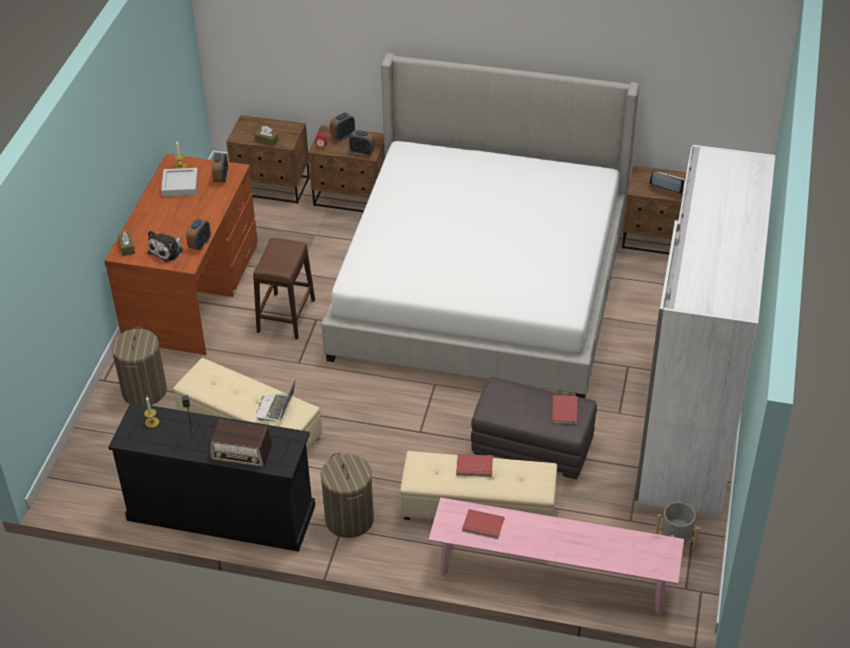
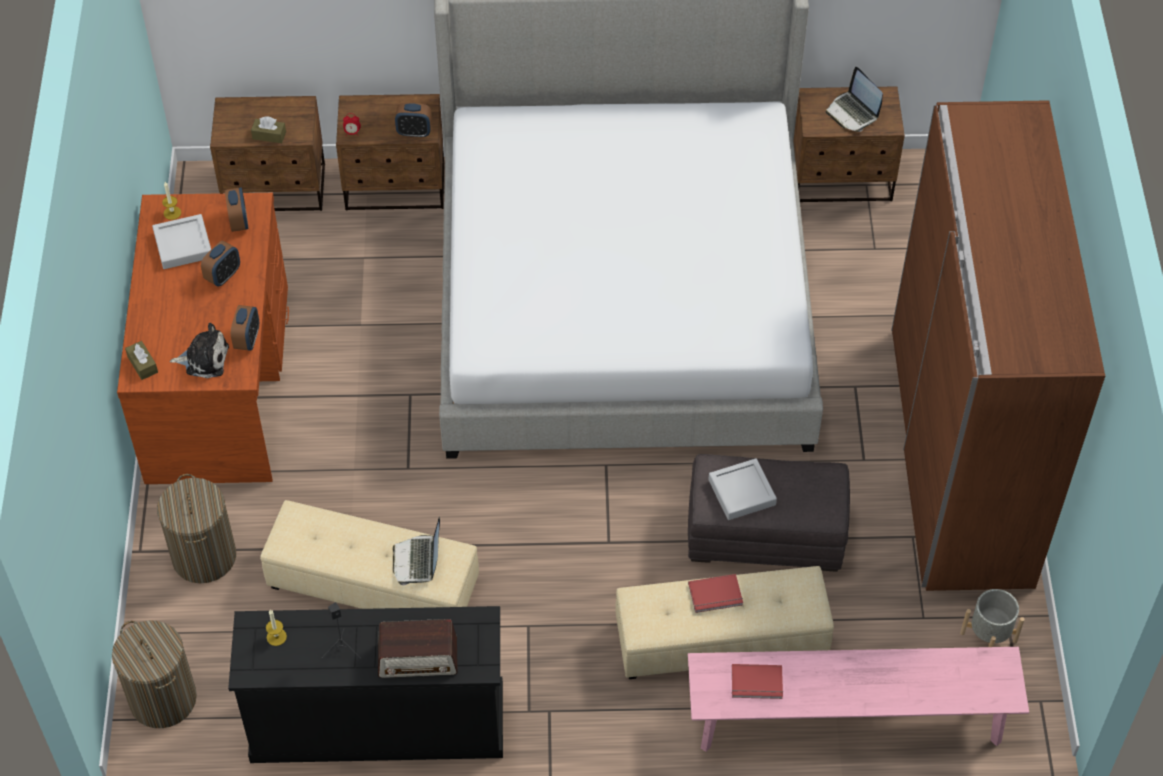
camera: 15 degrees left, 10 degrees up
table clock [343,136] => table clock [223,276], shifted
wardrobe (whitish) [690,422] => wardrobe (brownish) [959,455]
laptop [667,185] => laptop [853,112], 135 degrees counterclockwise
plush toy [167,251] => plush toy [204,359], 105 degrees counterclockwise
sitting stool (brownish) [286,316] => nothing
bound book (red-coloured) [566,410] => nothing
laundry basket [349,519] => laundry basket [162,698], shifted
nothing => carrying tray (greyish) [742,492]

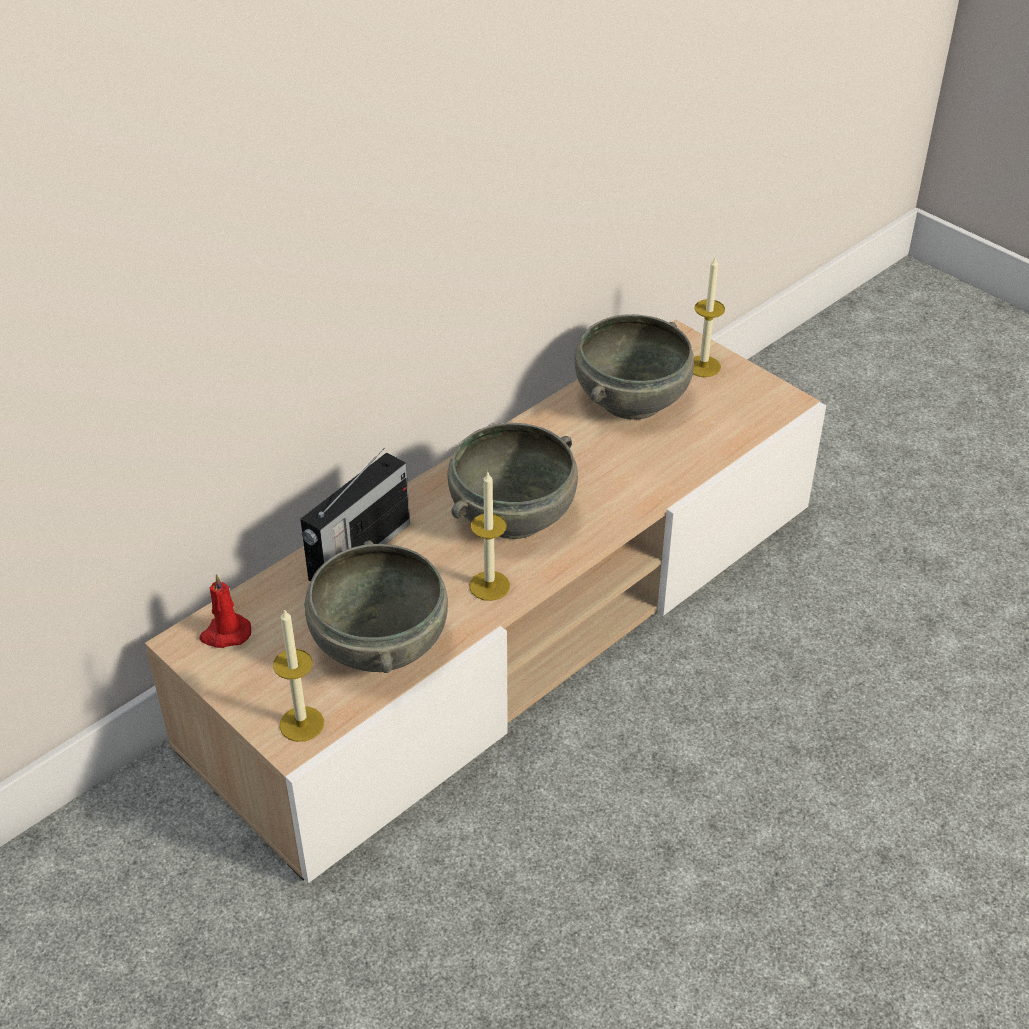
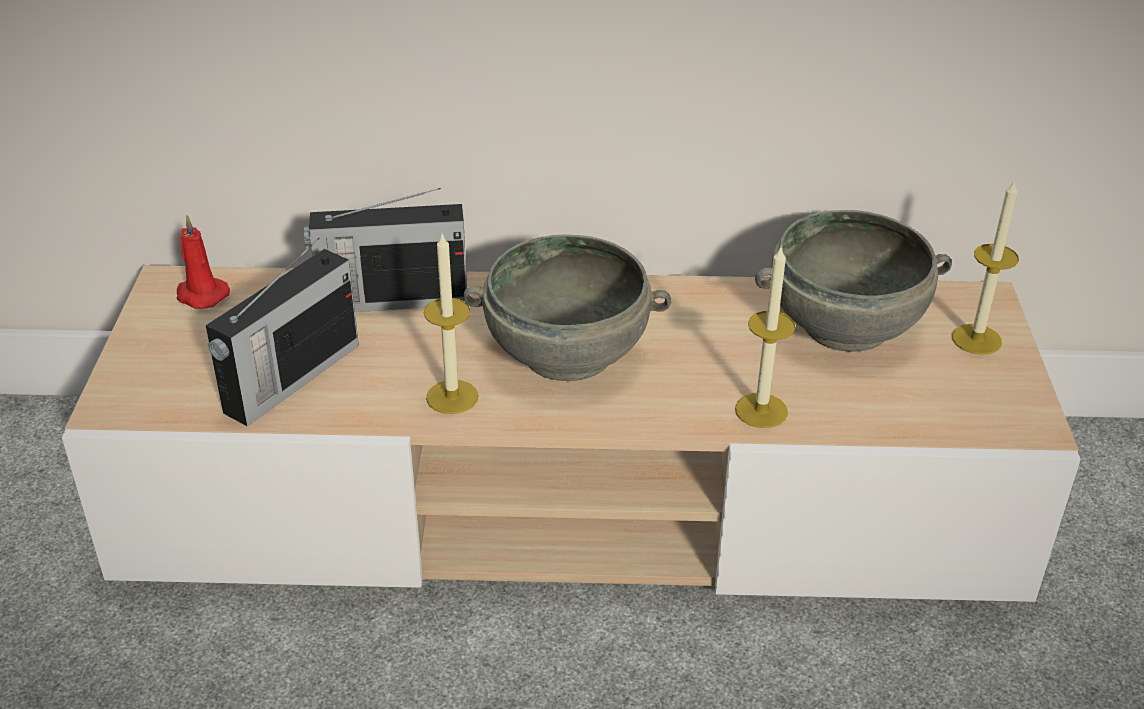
camera: 45 degrees right, 5 degrees down
deep dish (greyish) [377,644] => radio [290,379]
wax light [301,724] => wax light [761,410], shifted

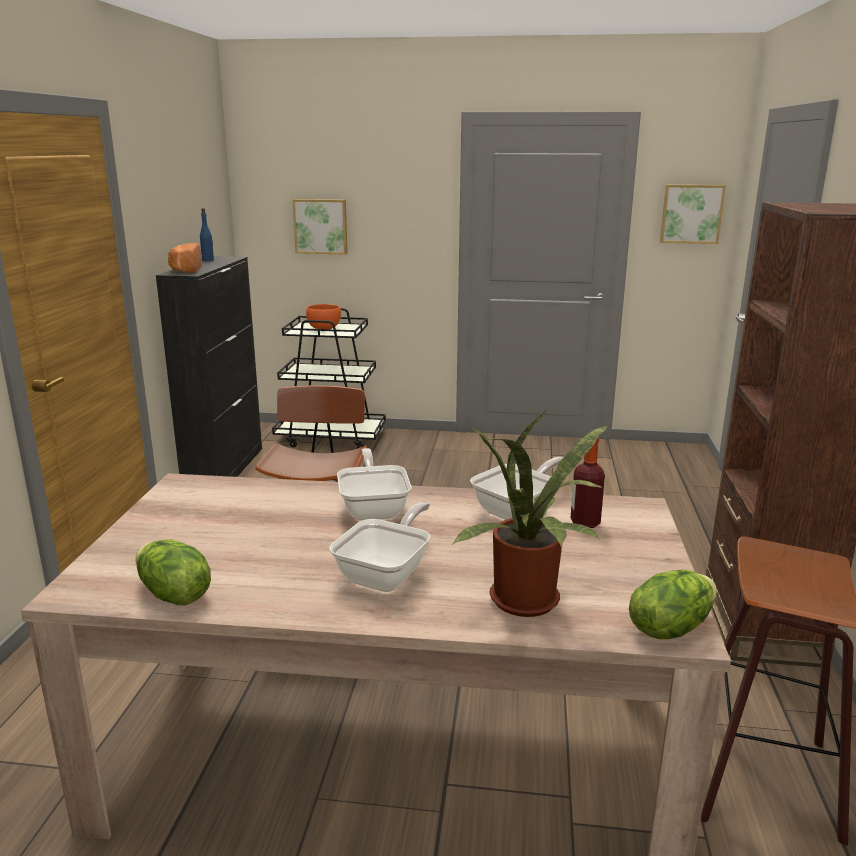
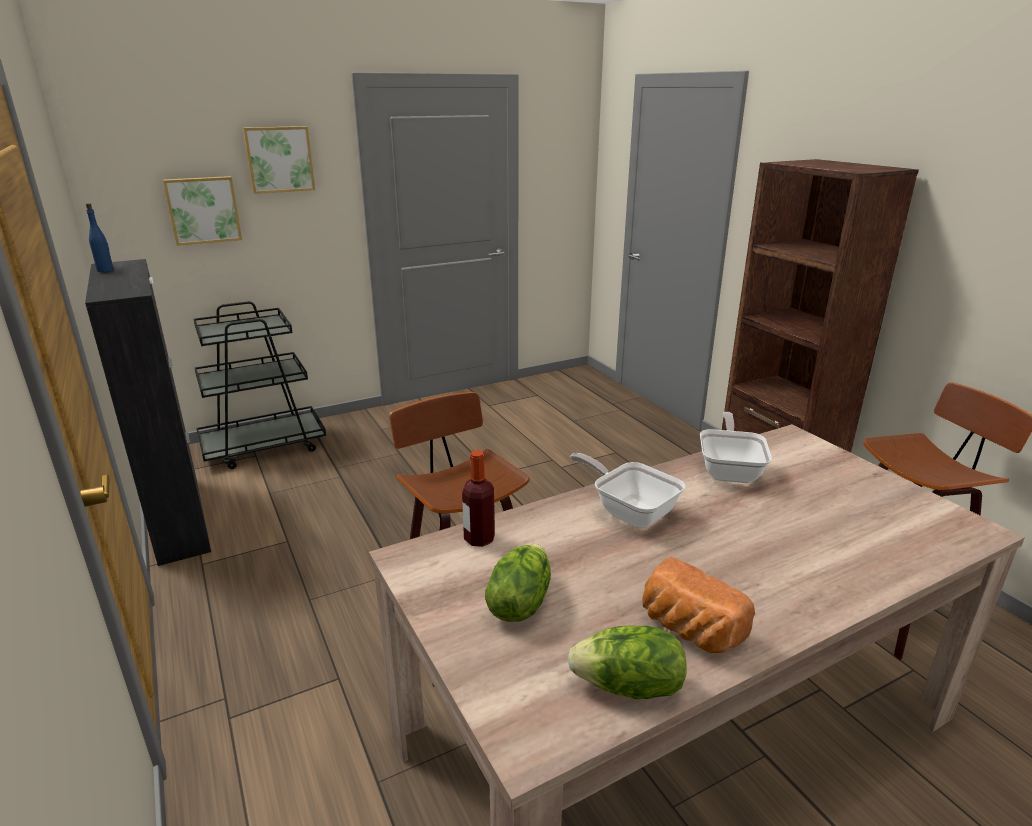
camera: 35 degrees left, 5 degrees up
picture [691,214] => picture [279,159], shifted
baked bread [185,270] => baked bread [688,629], shifted
deep dish (orange-coloured) [323,328] => nothing
houseplant [529,604] => nothing
bottle [585,522] => bottle [479,539], shifted
frying pan [387,573] => nothing
lettuce head [669,627] => lettuce head [519,602], shifted

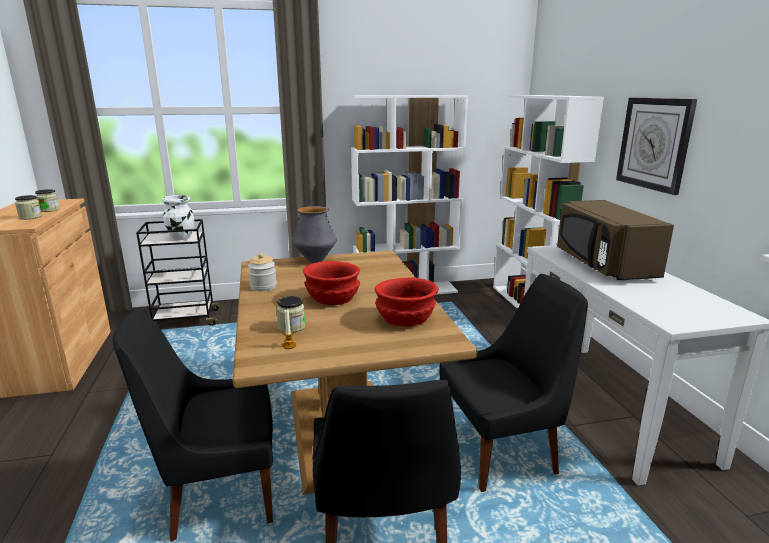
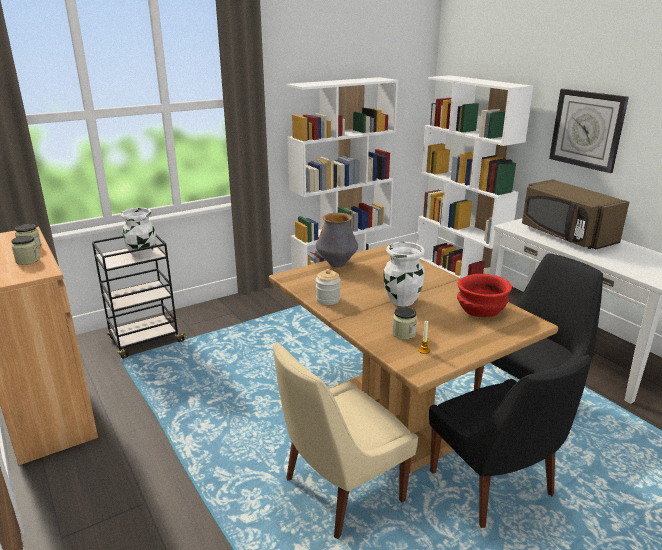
camera: 20 degrees left, 5 degrees up
deep dish (red-coloured) [332,298] => flower vase (whitish) [401,301]
plain chair (blackish) [218,493] => plain chair (sand-coloured) [339,492]

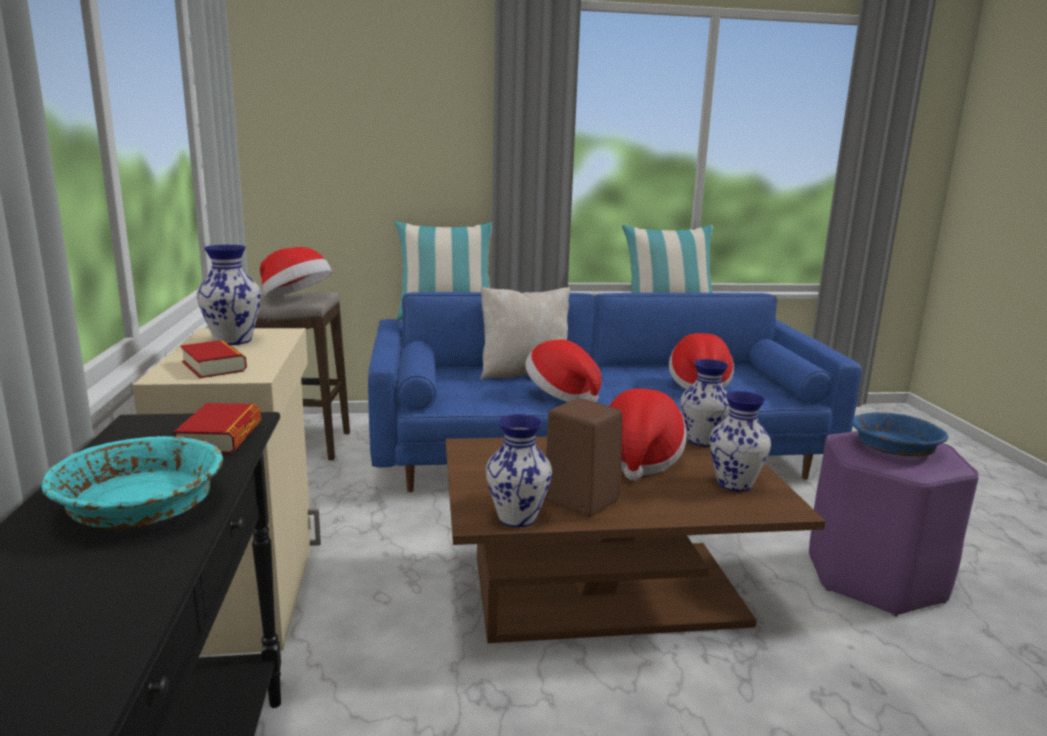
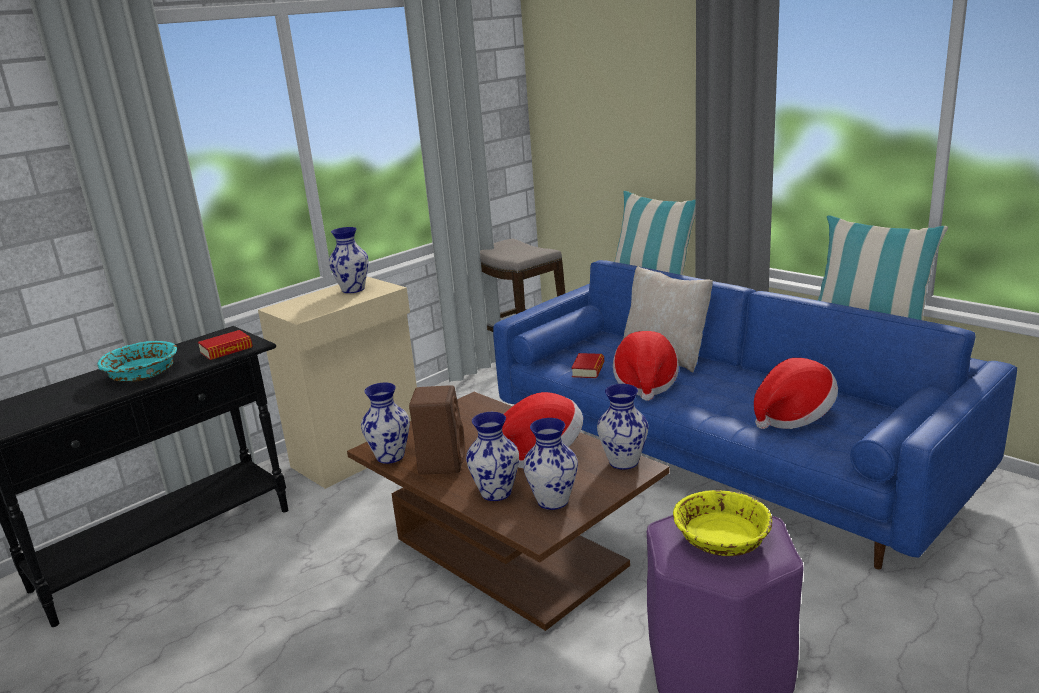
camera: 55 degrees right, 5 degrees up
hat [296,299] => nothing
bound book [214,366] => bound book [588,370], shifted
deep dish (blue) [895,448] => deep dish (yellow) [722,538]
nothing => flower vase [497,492]

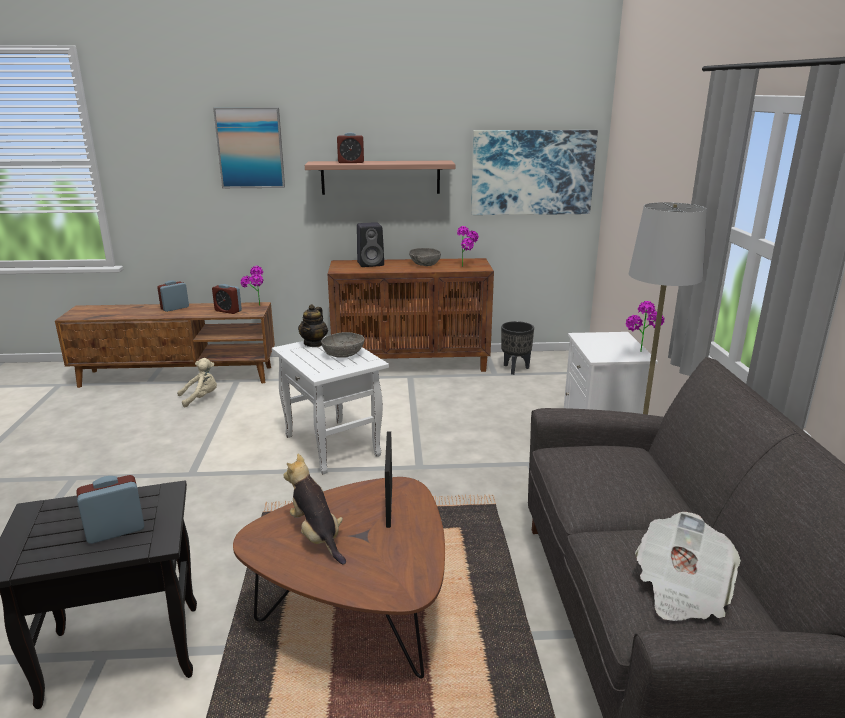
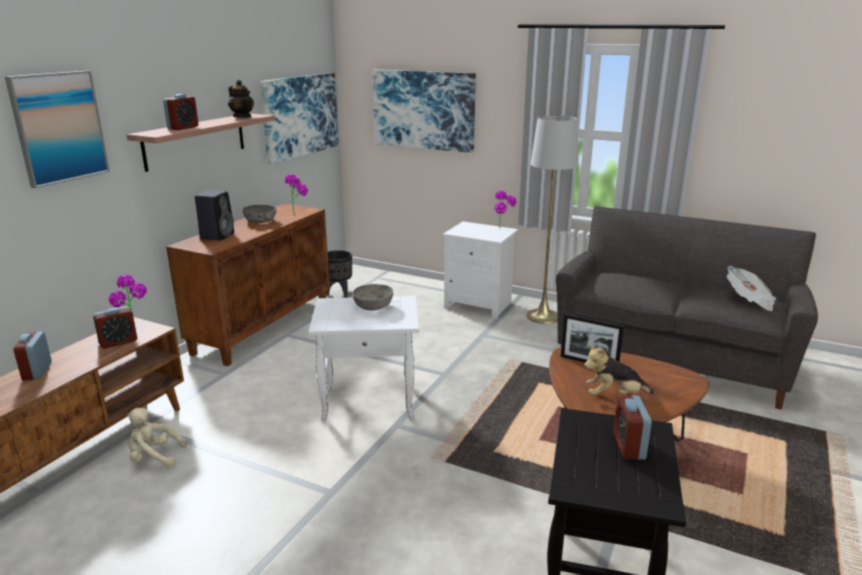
camera: 60 degrees left, 0 degrees up
tea pot [314,343] => tea pot [242,117], shifted
plush toy (sand-coloured) [201,398] => plush toy (sand-coloured) [154,457], 90 degrees counterclockwise
nothing => picture [423,110]

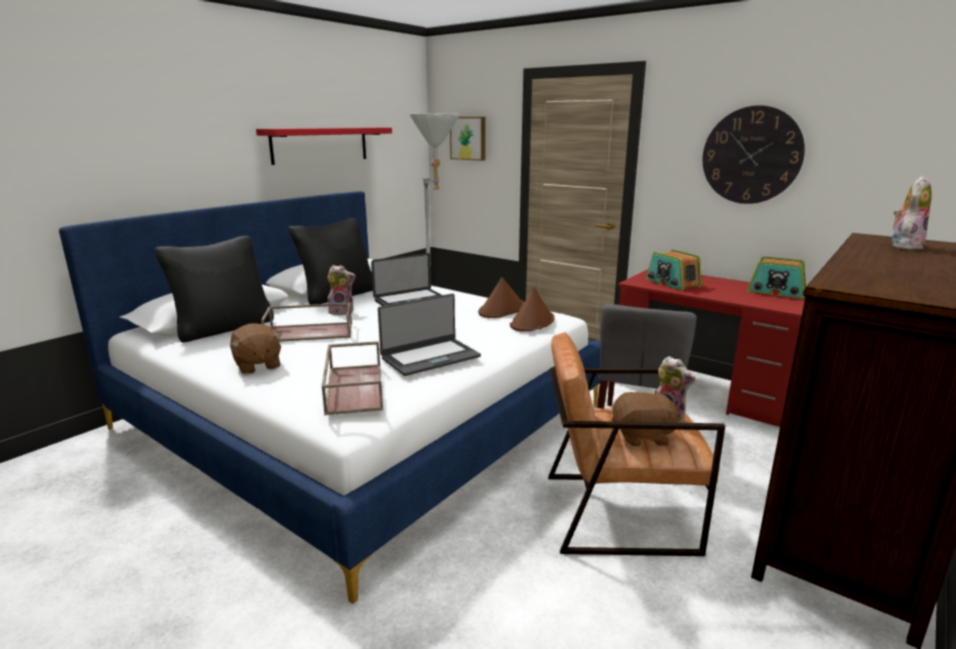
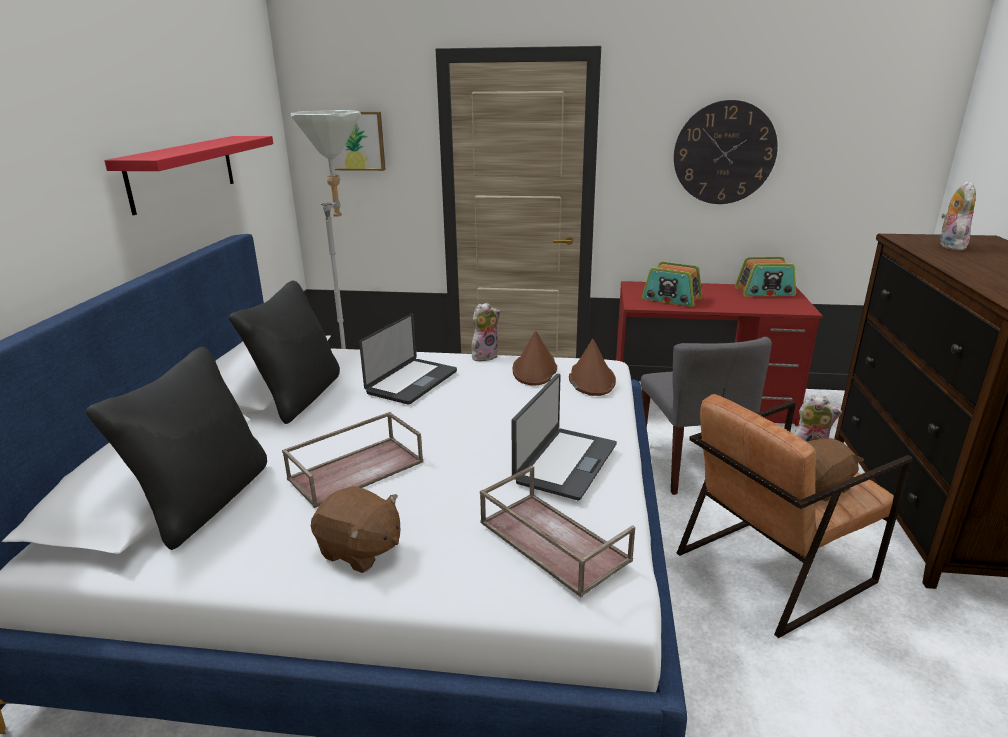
camera: 30 degrees left, 5 degrees up
plush toy [342,312] => plush toy [485,356], shifted

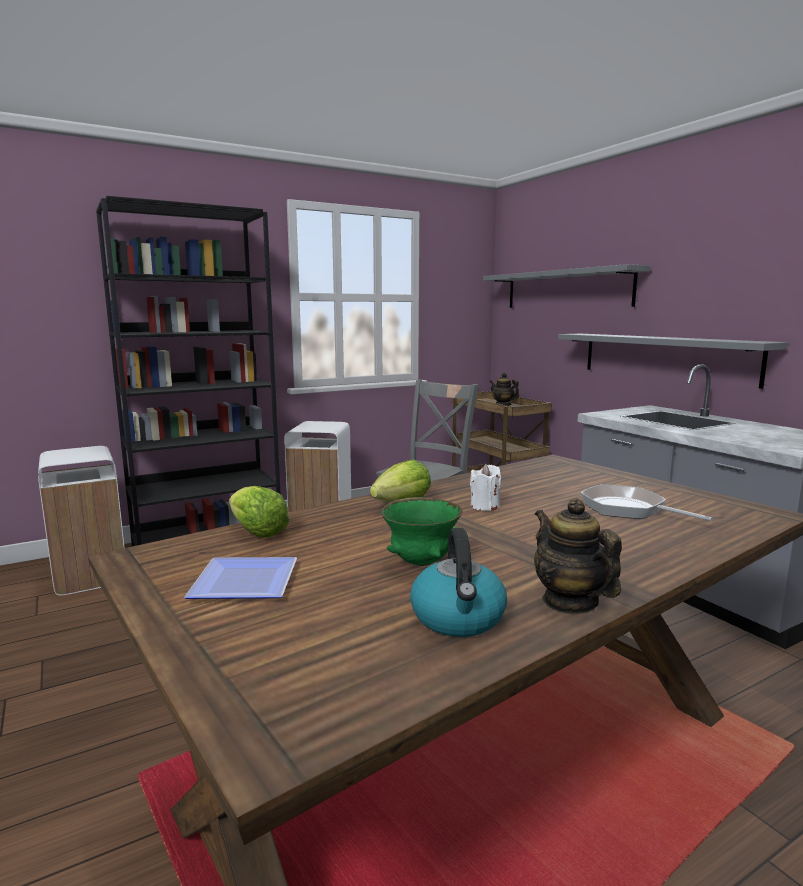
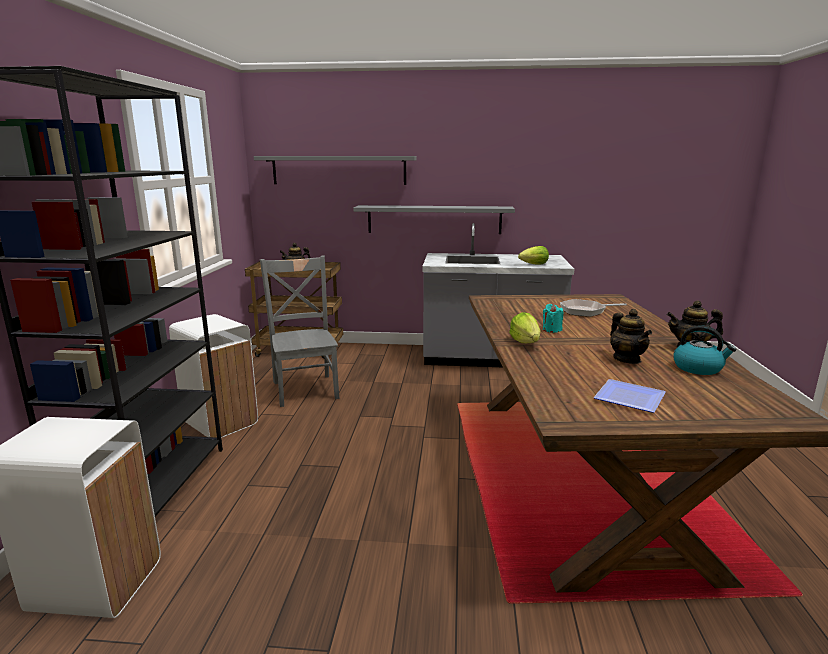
camera: 55 degrees left, 5 degrees up
wax light (whitish) [485,506] => wax light (blue-green) [551,330]
lettuce head [257,533] => lettuce head [534,264], shifted
deep dish (greenish) [421,562] => tea pot [627,359]

